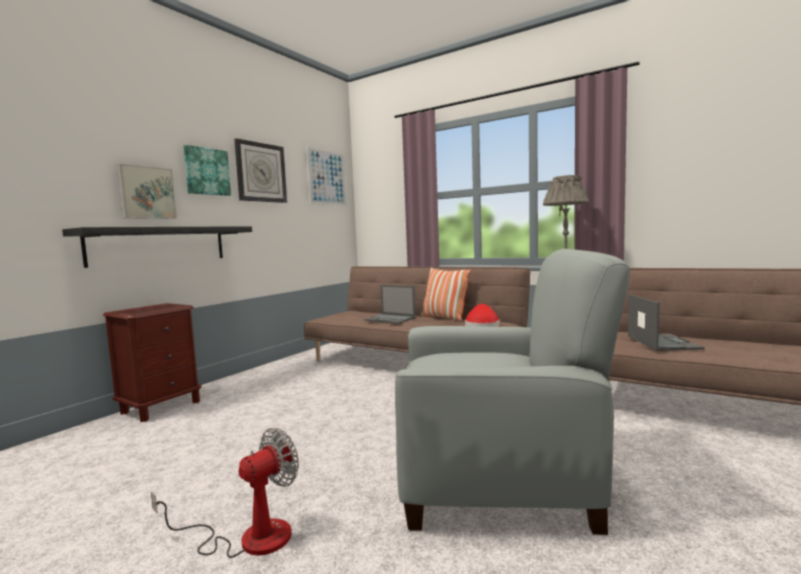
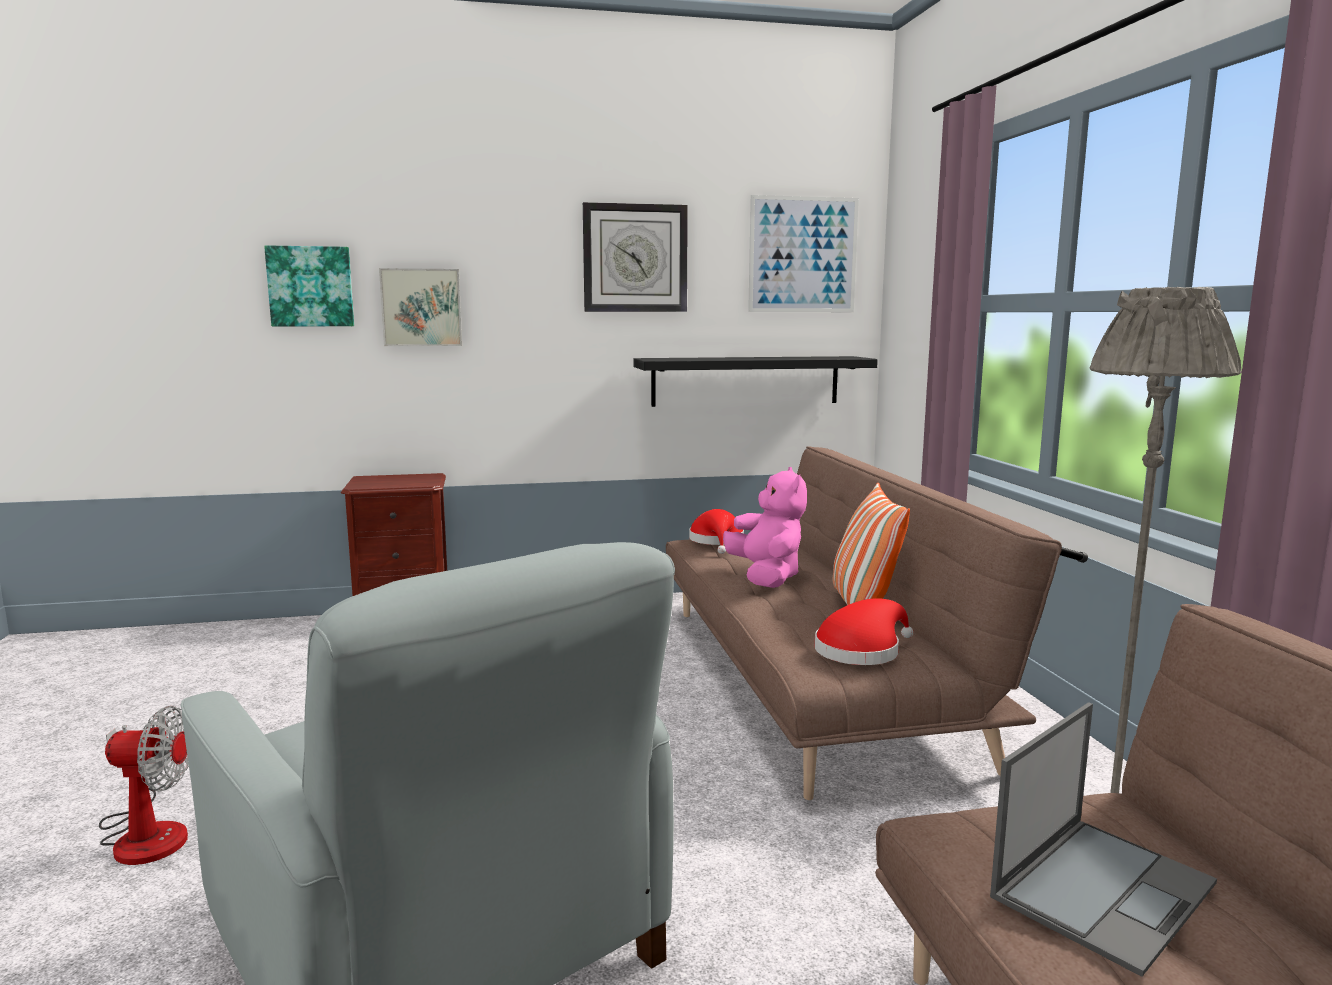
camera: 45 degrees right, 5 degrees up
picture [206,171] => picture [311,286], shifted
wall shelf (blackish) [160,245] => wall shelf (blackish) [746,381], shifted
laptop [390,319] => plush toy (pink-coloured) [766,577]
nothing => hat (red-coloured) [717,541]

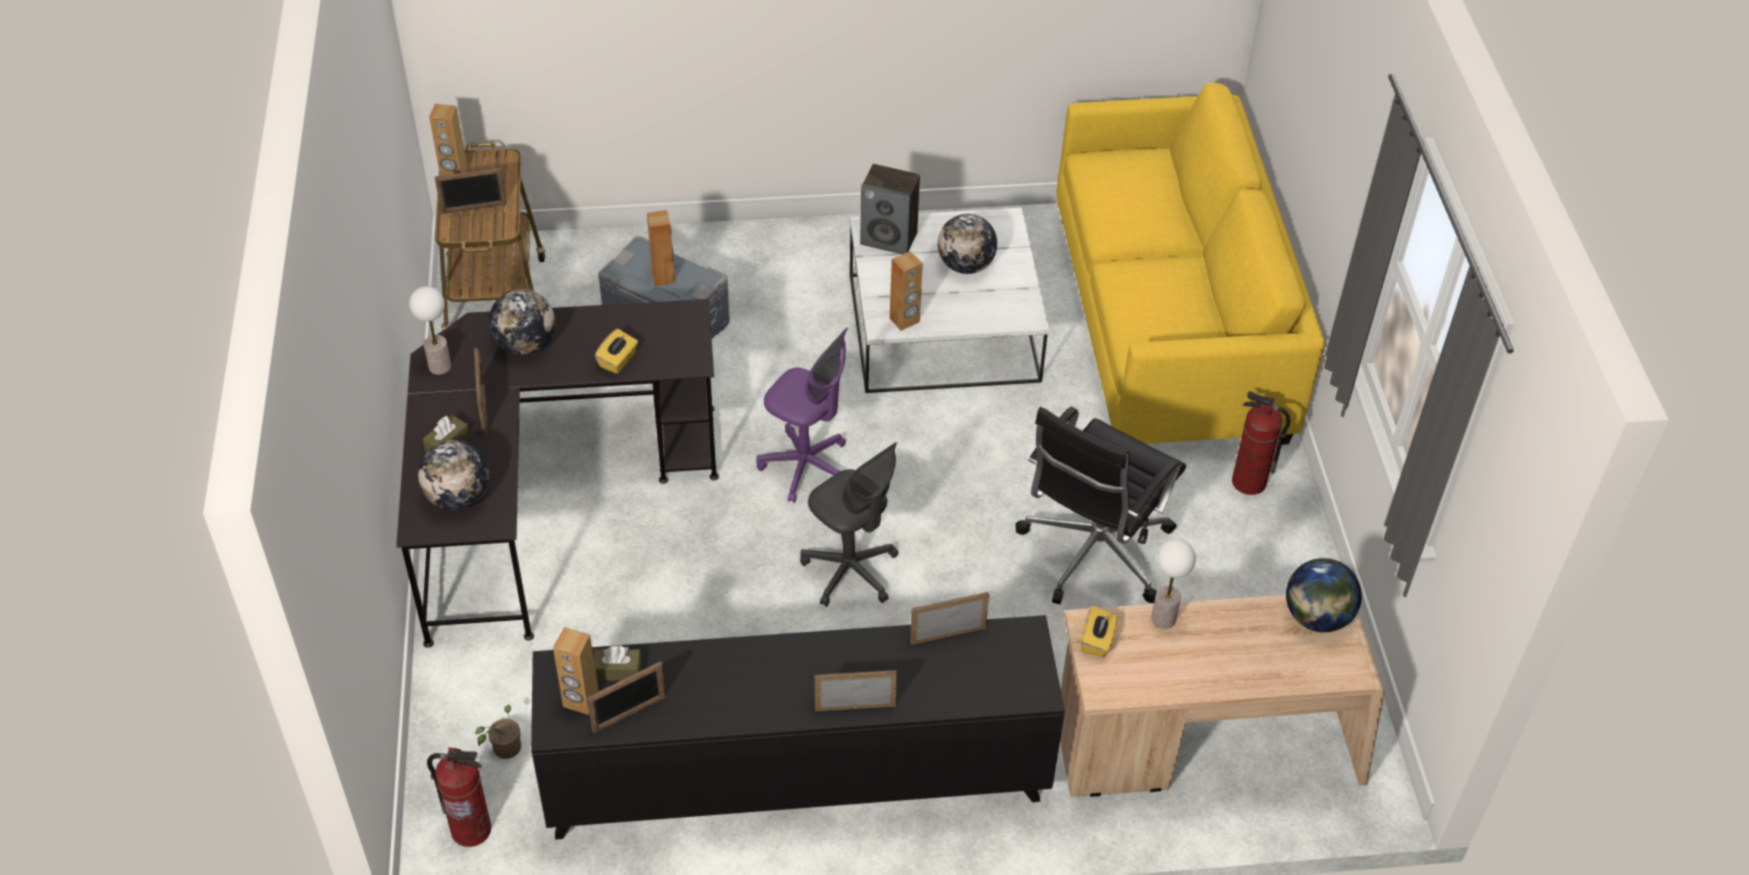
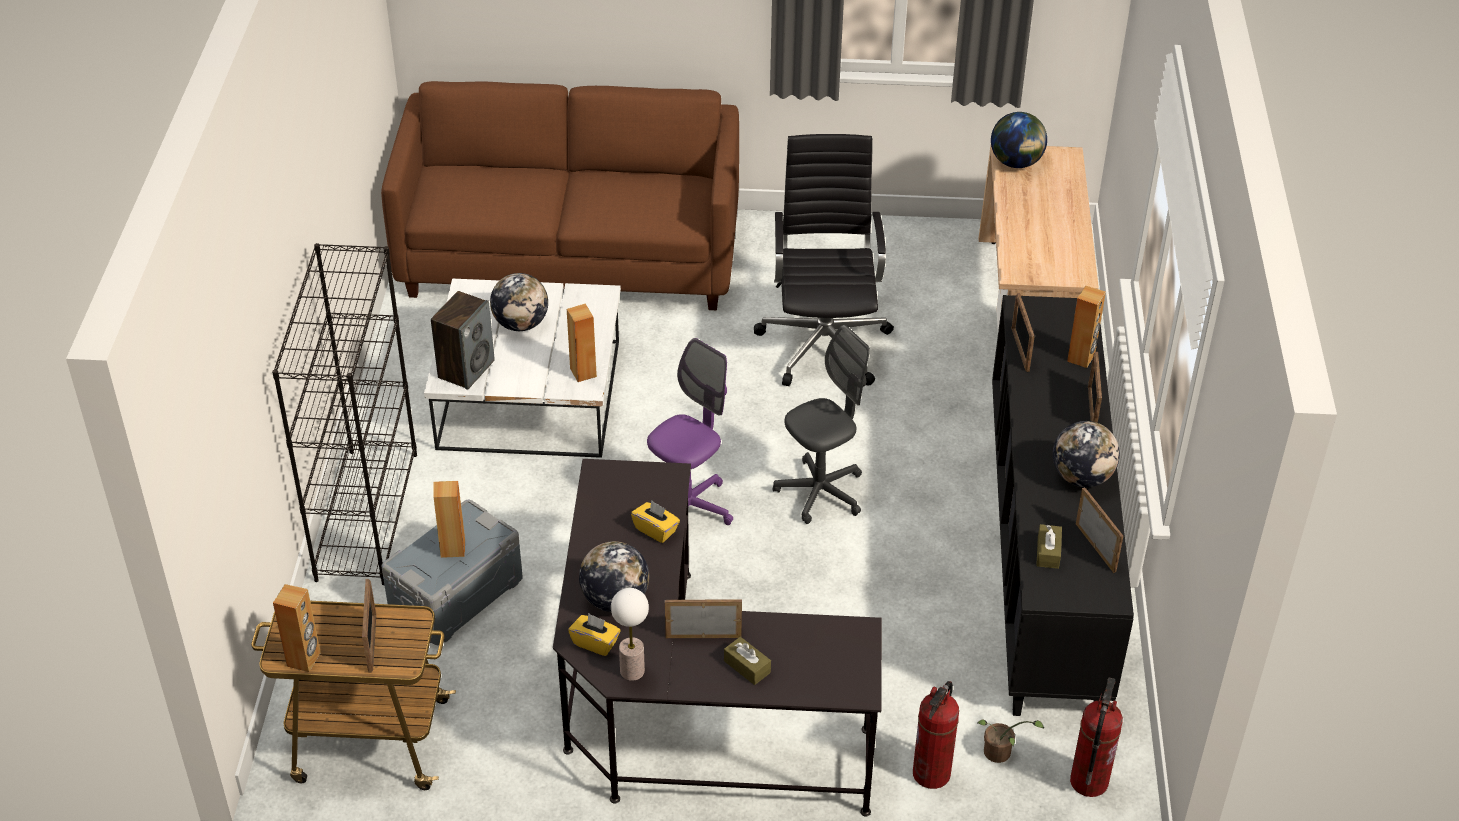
camera: 80 degrees left, 5 degrees down
couch (yellow) [1169,326] => couch (brownish) [571,255]
fire-fighting cylinder [1249,482] => fire-fighting cylinder [931,774], shifted
computer chair (blackish) [1093,553] => computer chair (blackish) [824,342], 135 degrees counterclockwise
globe [458,497] => globe [1081,477], shifted
lamp for a table [1163,618] => nothing
tissue holder (yellow) [1097,641] => tissue holder (yellow) [595,643], shifted
loudspeaker (brownish) [581,701] => loudspeaker (brownish) [1081,358], shifted
nothing => bookcase (blackish) [366,515]

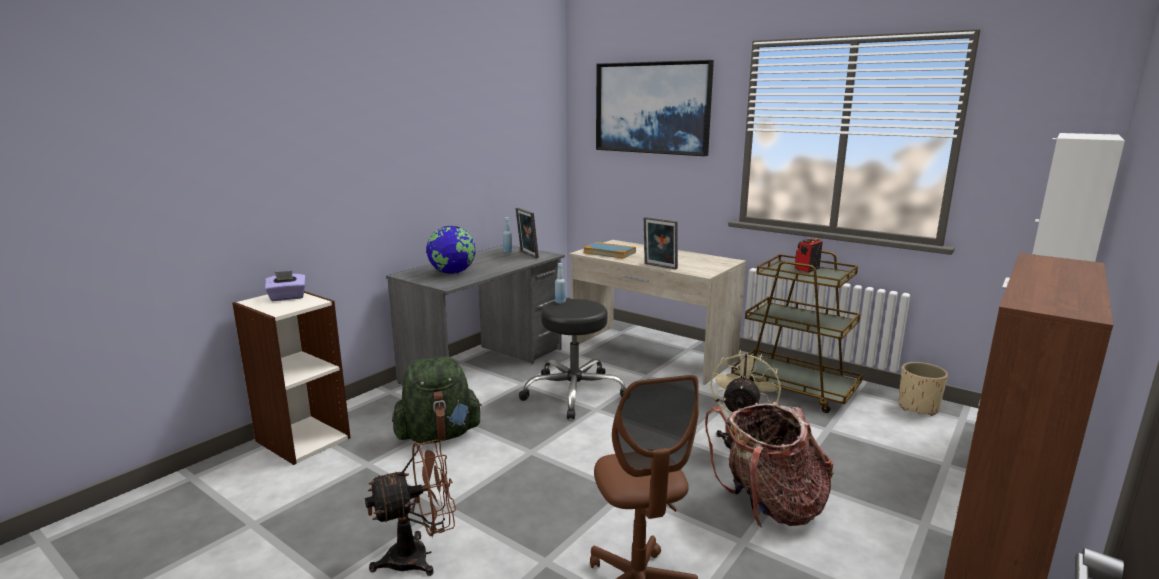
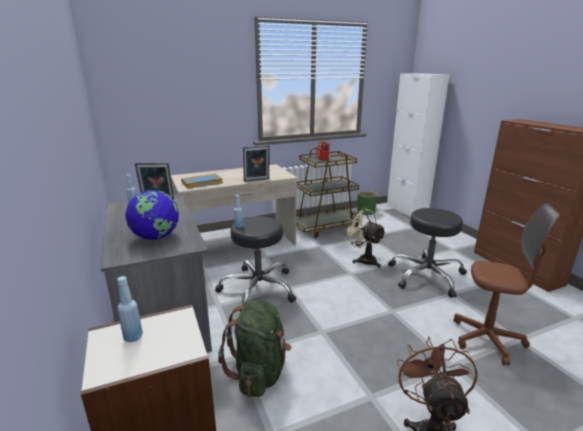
camera: 60 degrees left, 5 degrees up
picture [652,108] => nothing
tissue holder (purple-coloured) [287,297] => bottle (blue) [133,337]
planter (sand-coloured) [918,407] => planter (greenish) [366,212]
rucksack [768,507] => sitting stool (blackish) [426,276]

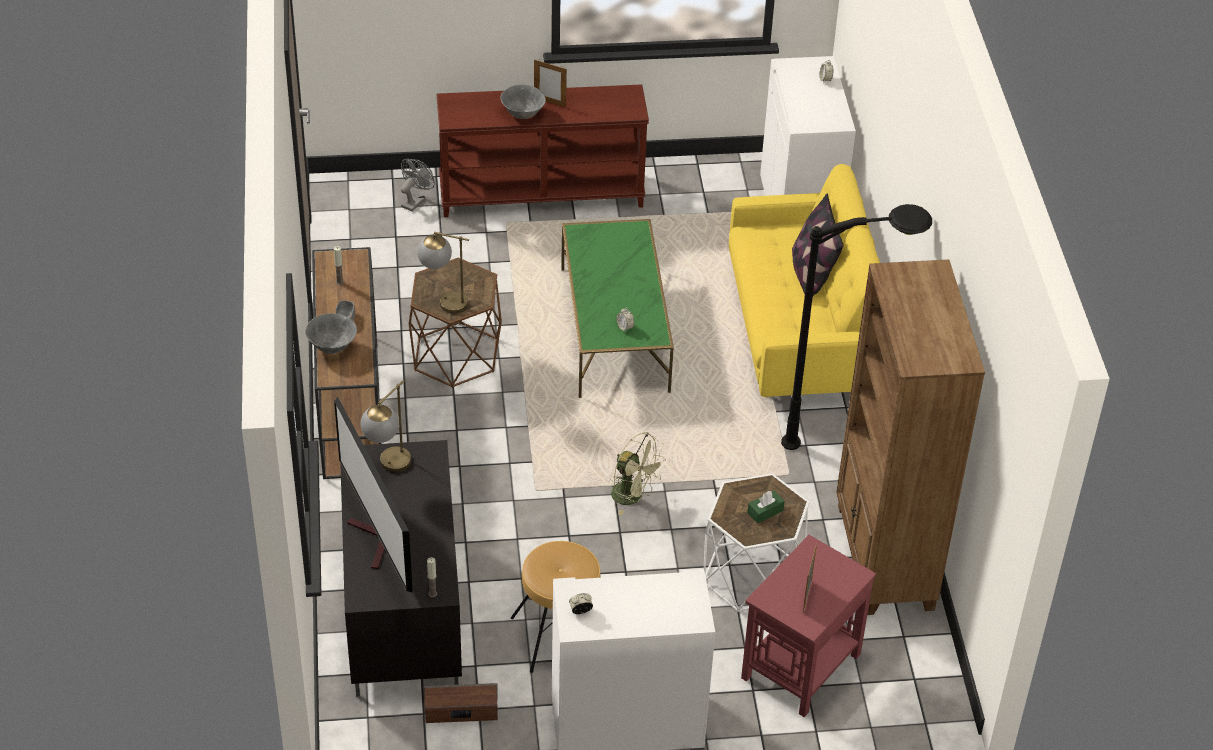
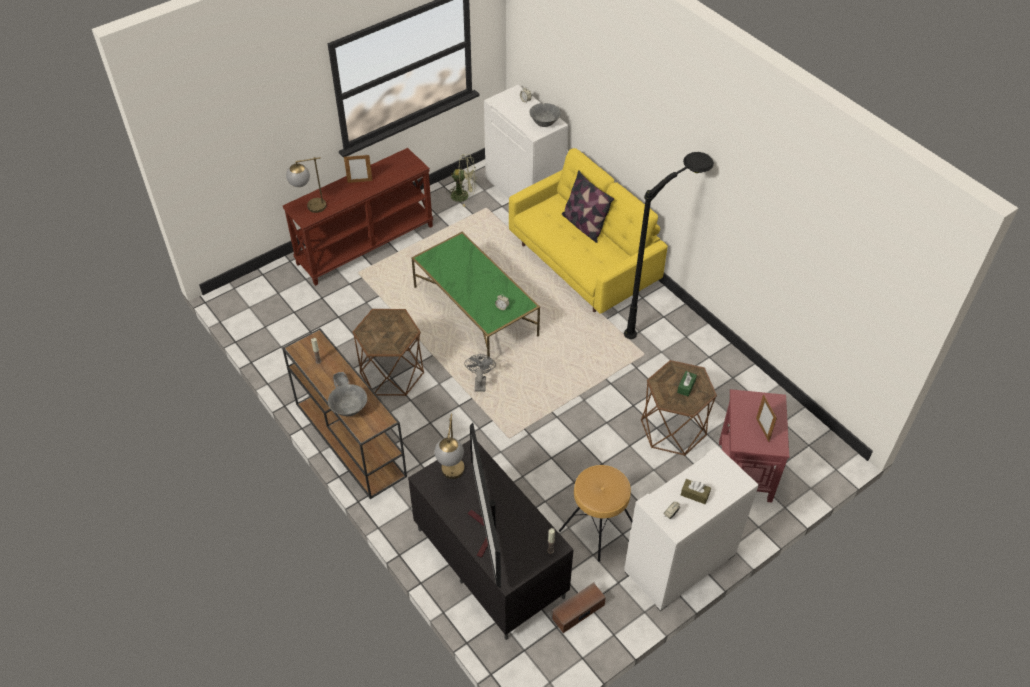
camera: 30 degrees left, 5 degrees up
deep dish (greyish) [522,115] => deep dish (greyish) [544,124], shifted
cooling fan (greyish) [415,201] => cooling fan (greyish) [480,382], shifted
lamp for a table [443,302] => lamp for a table [309,207], shifted
bookcase (brownish) [884,558] => nothing
television [376,541] => television [485,533], 45 degrees clockwise
cooling fan (greenish) [633,496] => cooling fan (greenish) [464,195], shifted
end table (whitish) [751,574] => end table (brownish) [673,428]
nothing => tissue holder (brownish) [694,494]

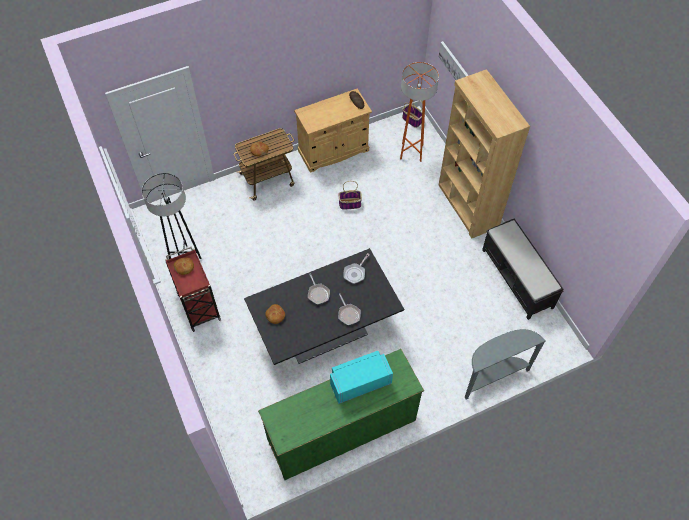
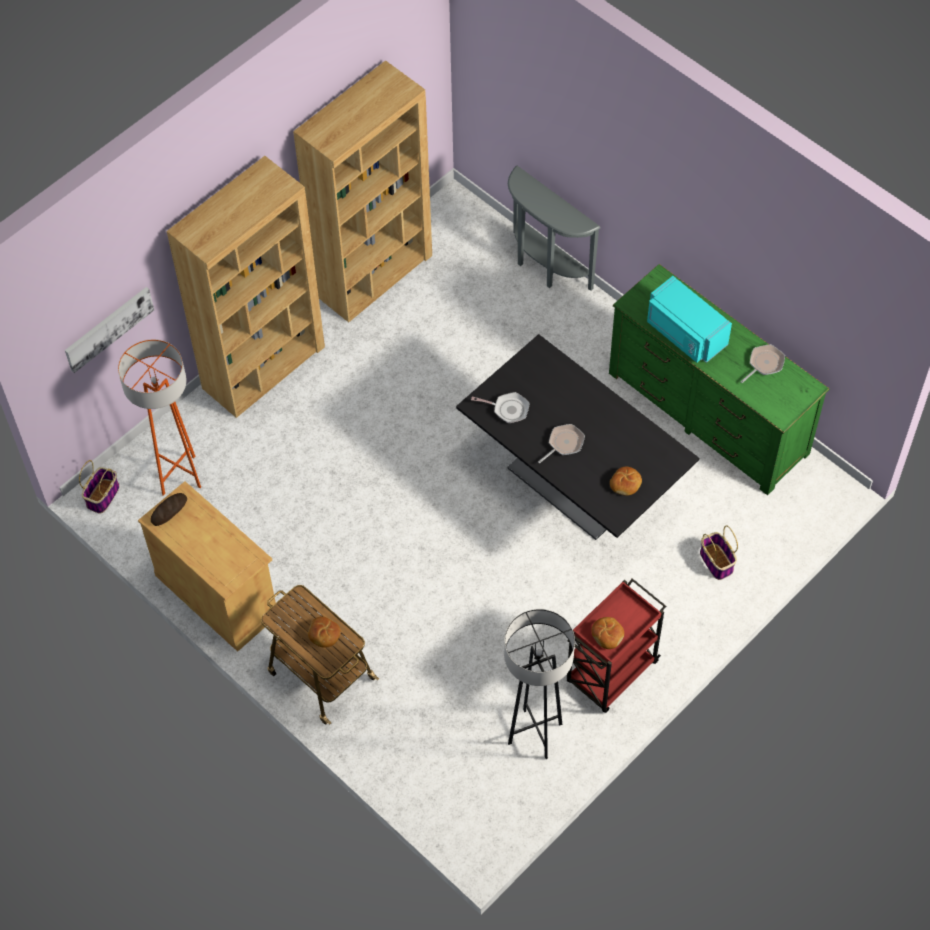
camera: 110 degrees left, 0 degrees up
basket [349,204] => basket [717,562], shifted
bench (blackish) [517,279] => bookcase (brownish) [374,274]
frying pan [348,314] => frying pan [764,364], shifted

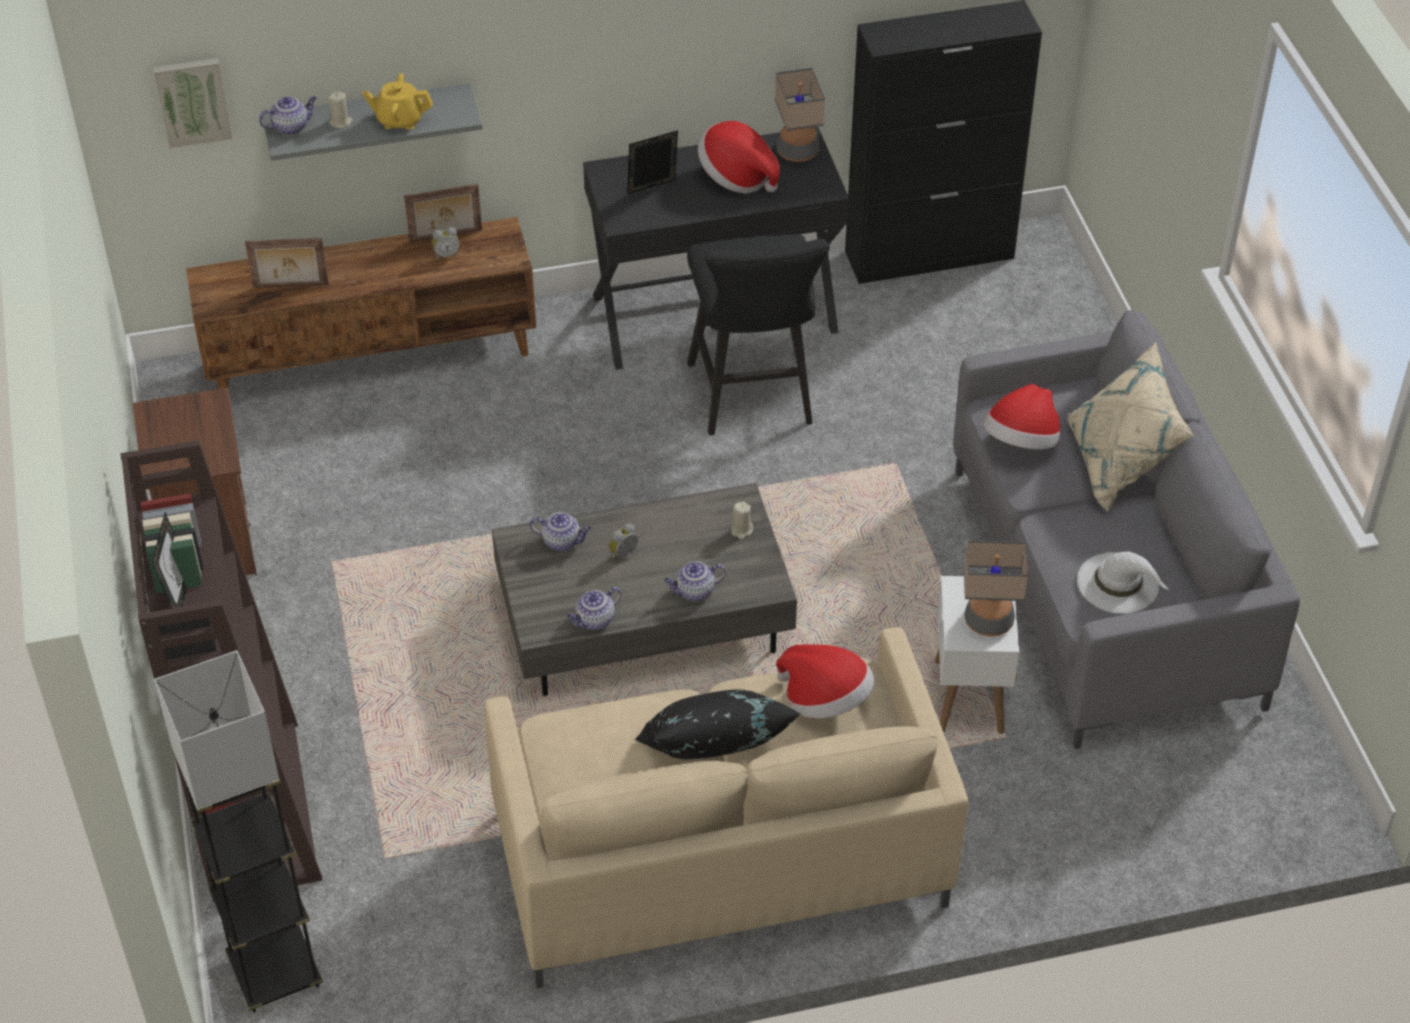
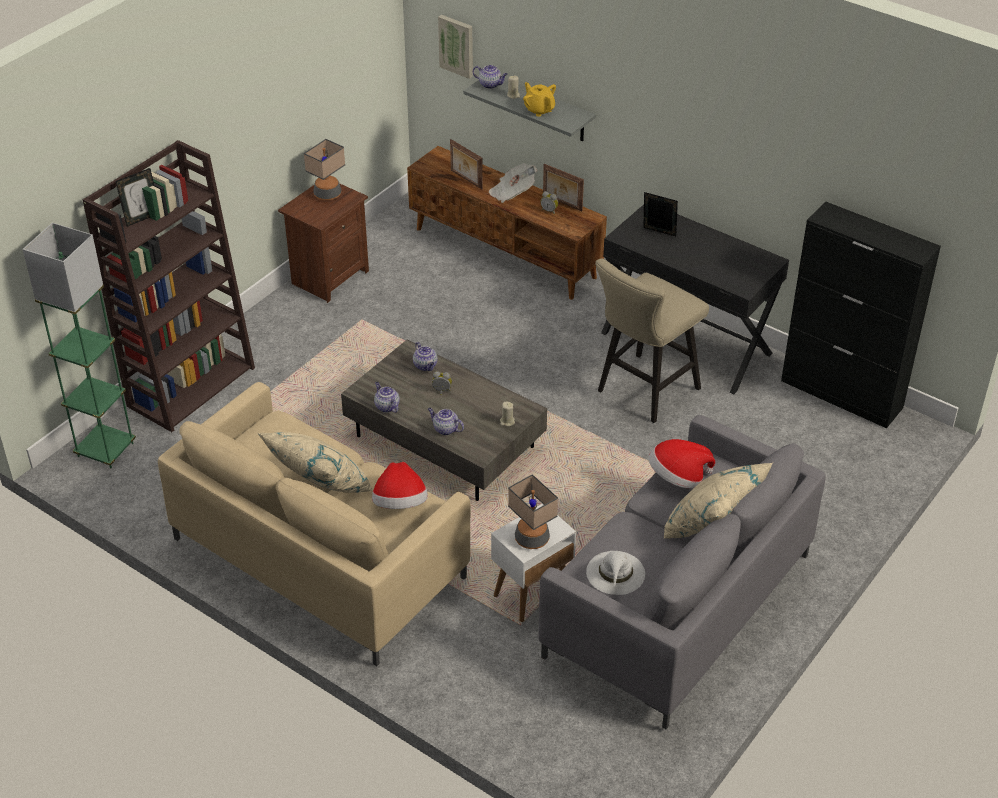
camera: 50 degrees right, 5 degrees down
lamp for a table [797,151] => lamp for a table [327,194], shifted
hat [737,176] => nothing
sitting stool (blackish) [753,400] => sitting stool (sand-coloured) [643,392]
tea pot [594,621] => tea pot [386,406], 45 degrees clockwise
standard lamp (greyish) [275,972] => standard lamp (greenish) [105,450]
throw pillow (blackish) [716,759] => throw pillow (sand-coloured) [319,487]
nothing => newspaper [512,193]

